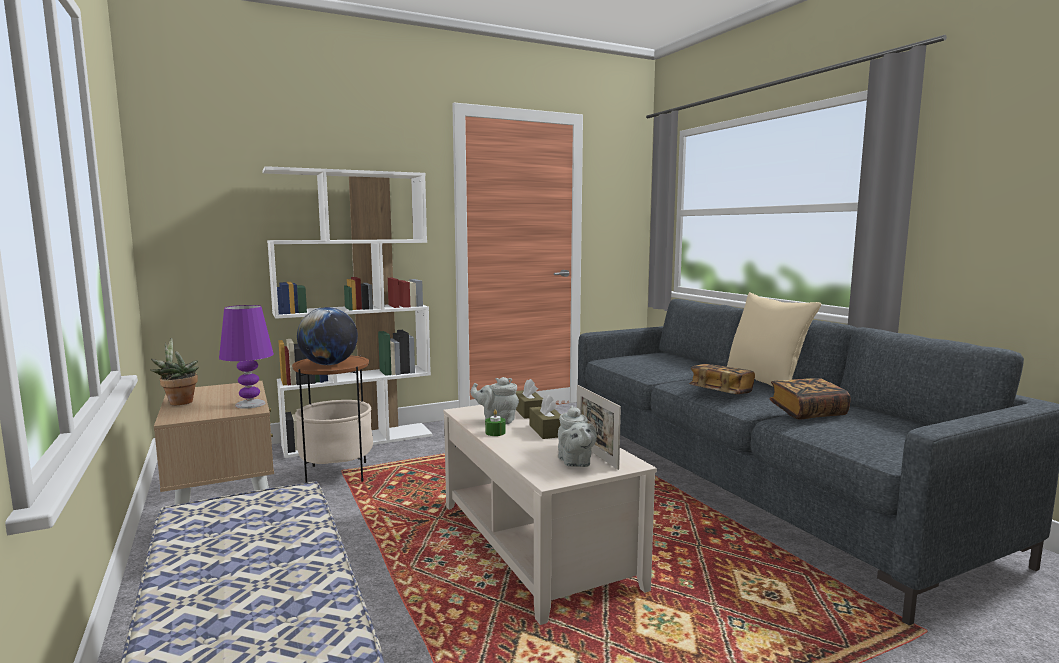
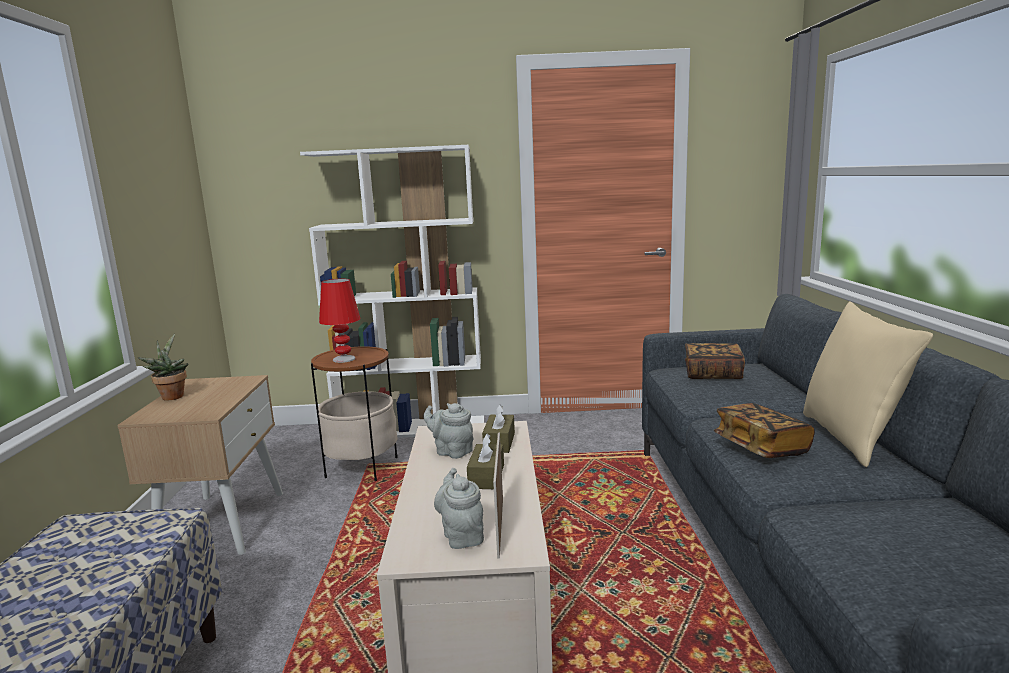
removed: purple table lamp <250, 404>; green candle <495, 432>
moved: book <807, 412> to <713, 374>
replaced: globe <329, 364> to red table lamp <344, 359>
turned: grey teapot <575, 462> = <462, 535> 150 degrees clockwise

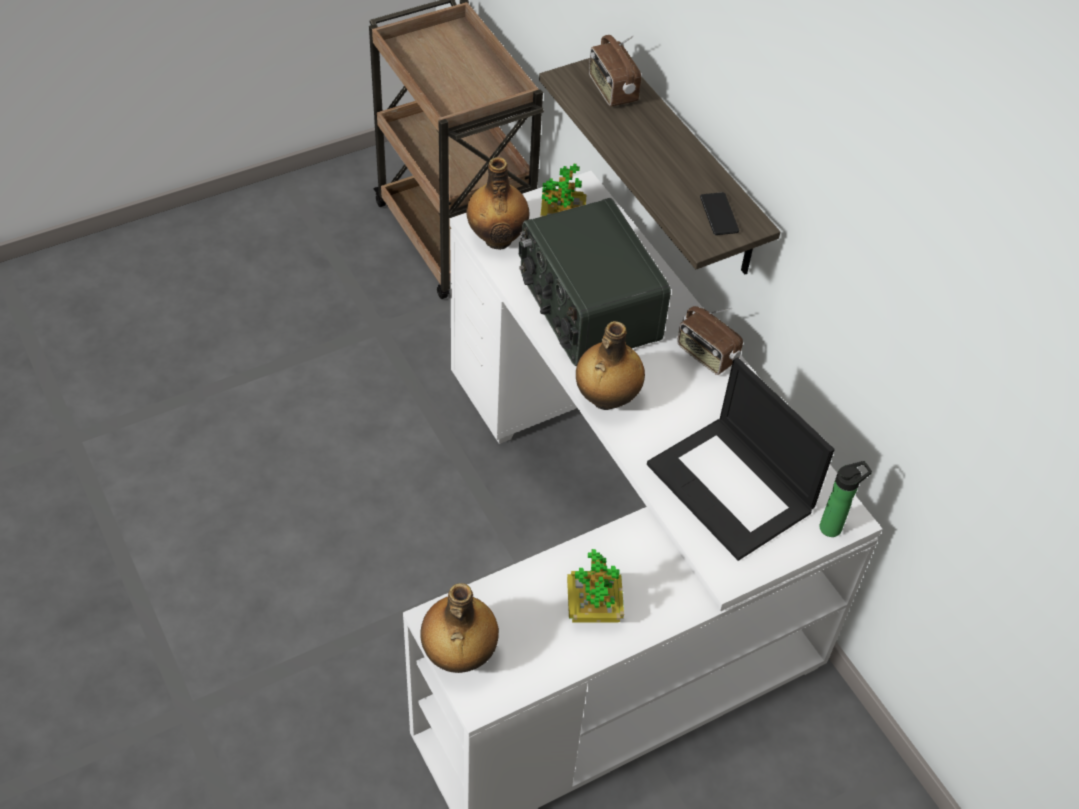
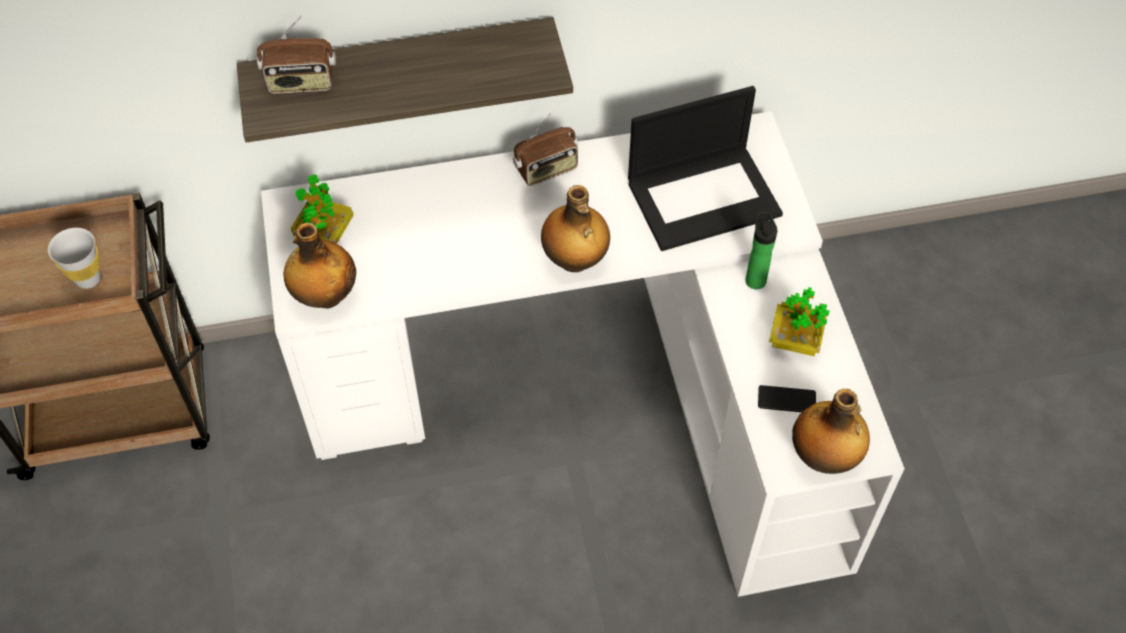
removed: radio <587, 308>
added: white cup <88, 279>
moved: bottle <833, 527> to <755, 278>; phone <719, 214> to <786, 400>

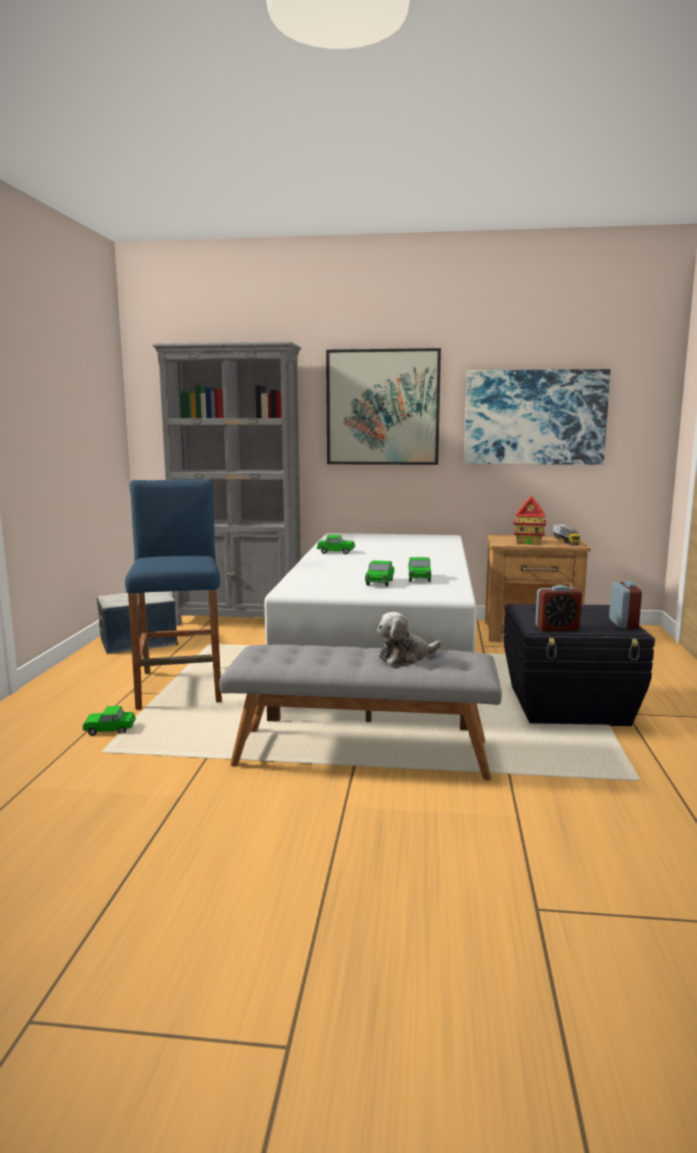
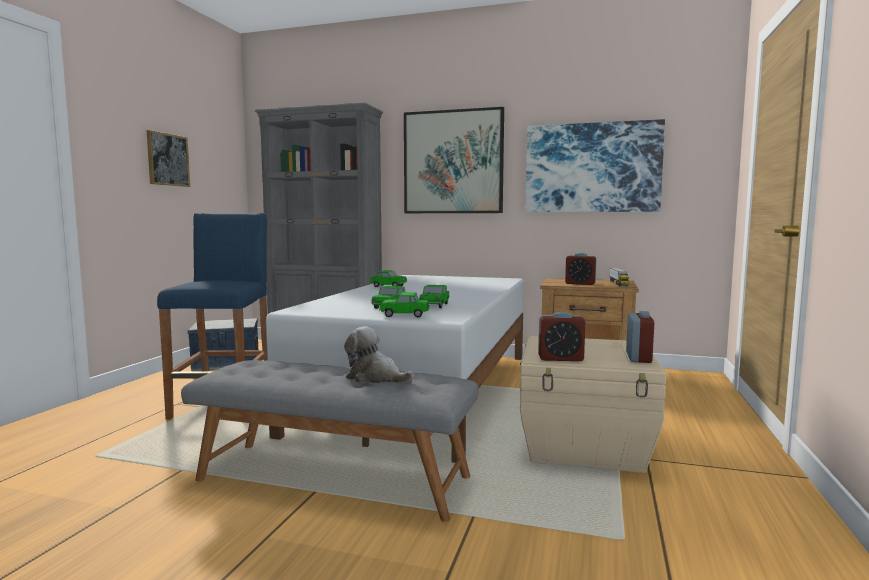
added: picture <167, 160>
moved: toy car <110, 730> to <405, 315>
replaced: toy house <528, 542> to alarm clock <580, 283>
recoloured: black storage box <569, 706> to beige storage box <586, 445>
turned: plush toy <405, 657> = <375, 378> 45 degrees clockwise

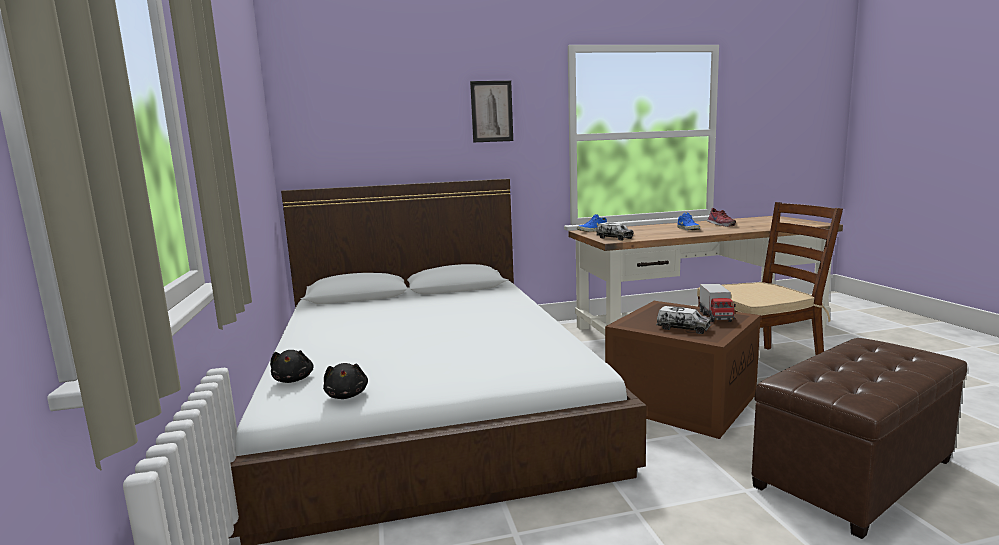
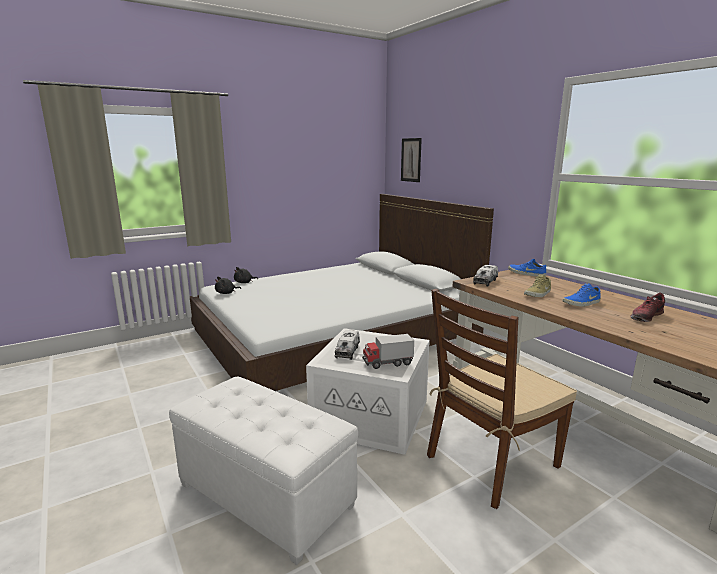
added: beige shoe <538, 294>
moved: picture <491, 111> to <411, 160>
recoloured: brown ottoman <855, 474> to white ottoman <265, 496>; brown storage box <680, 399> to white storage box <373, 415>
turned: brown chair <759, 364> = <491, 461> 90 degrees clockwise

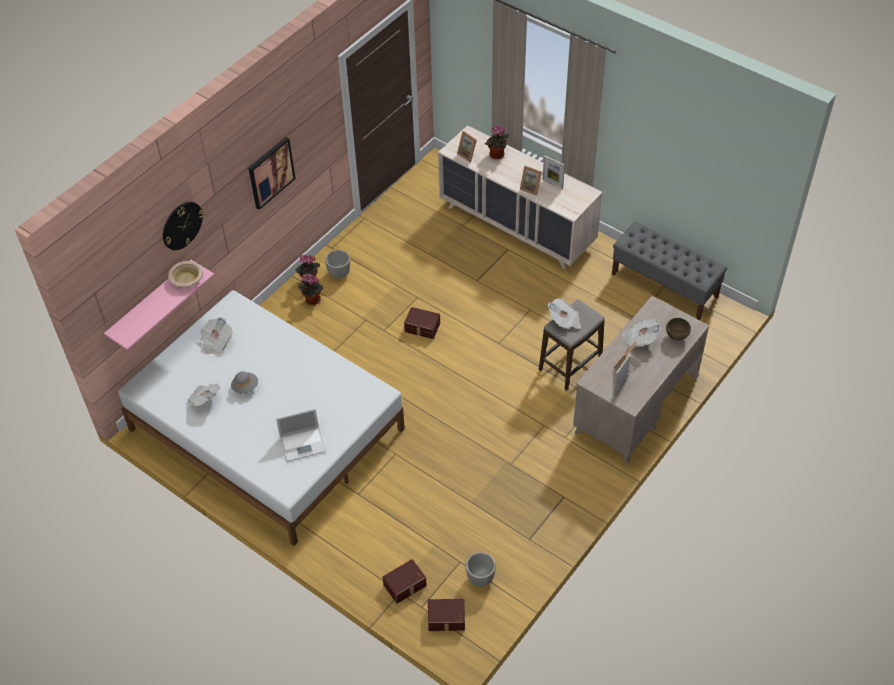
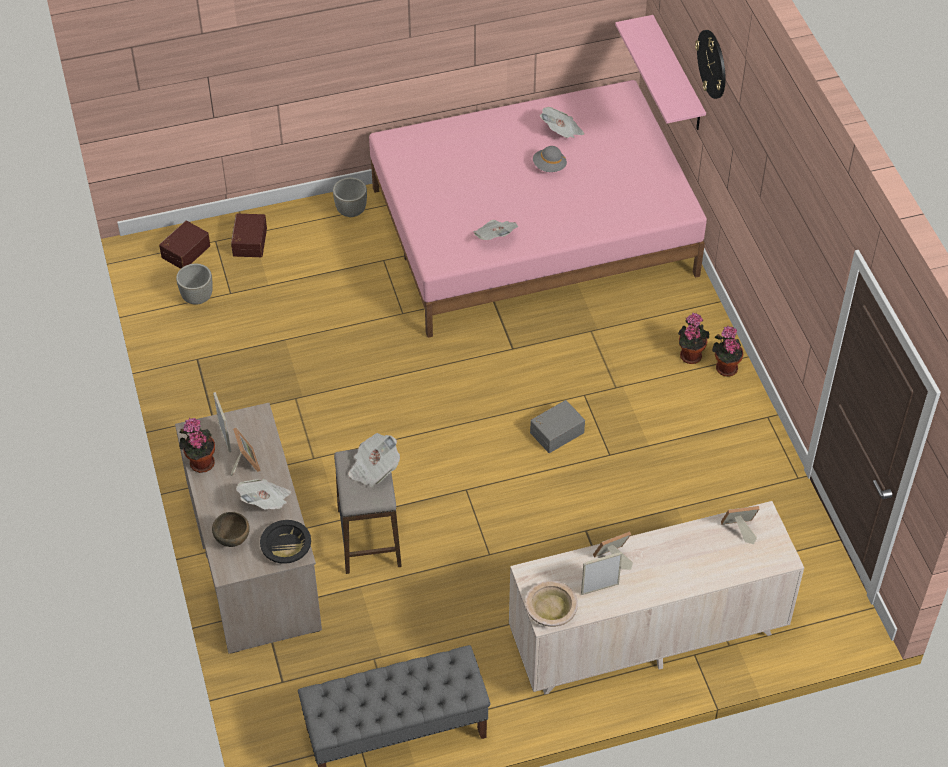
removed: picture <271, 172>; laptop <303, 443>
added: black bowl <286, 547>
moved: potted plant <496, 155> to <200, 462>; grey planter <339, 274> to <351, 211>; newspaper <216, 343> to <495, 237>; beige bowl <187, 278> to <551, 609>
recoloured: white bed <267, 429> to pink bed <533, 231>; brown storage box <422, 328> to grey storage box <556, 431>

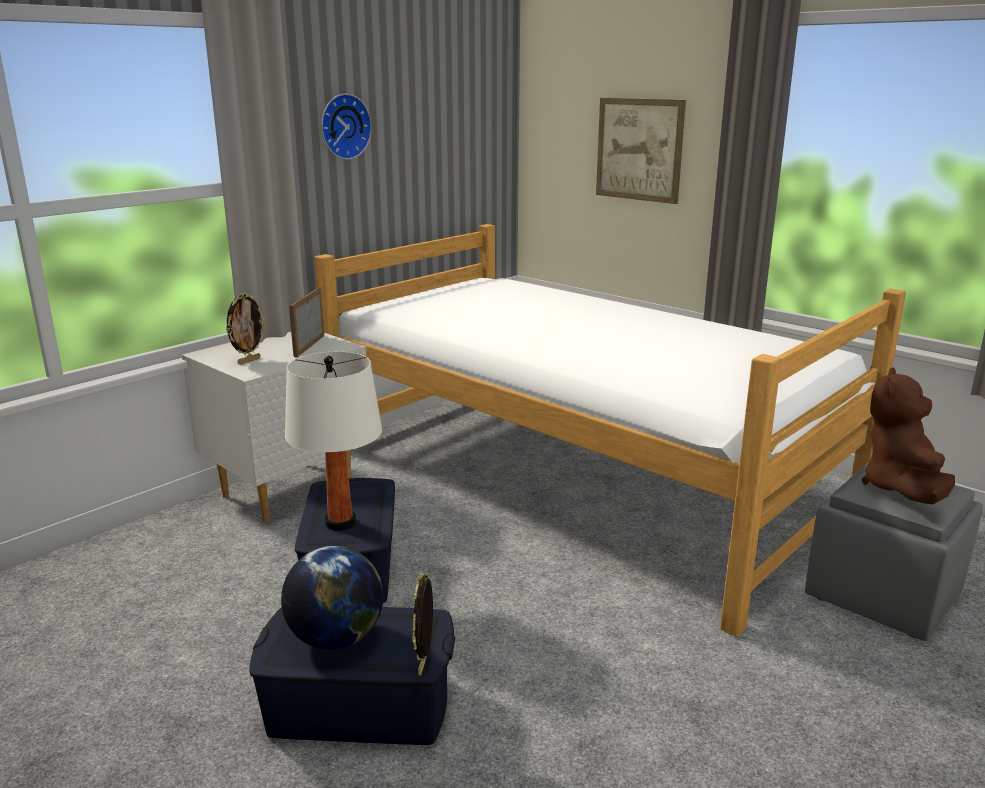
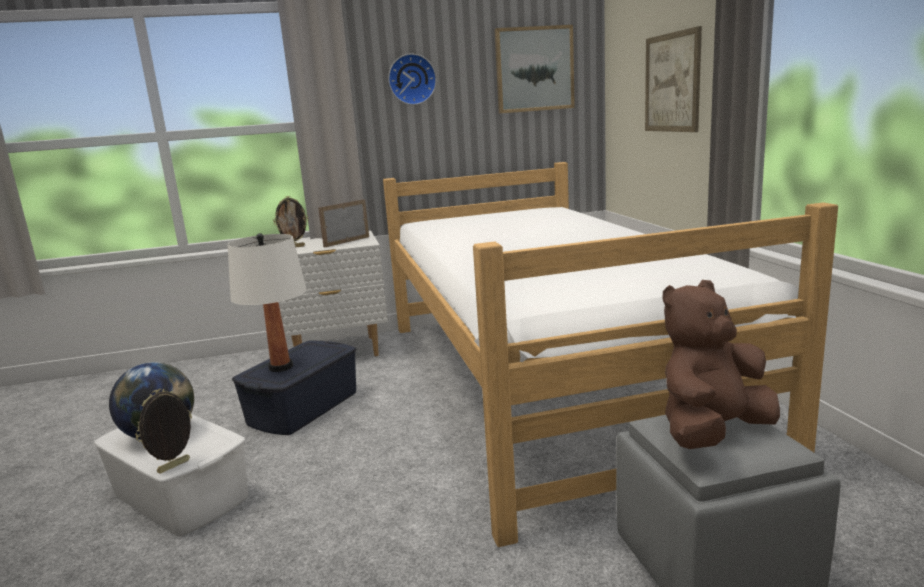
added: picture <534, 69>
recoloured: blue storage box <359, 707> to white storage box <180, 496>

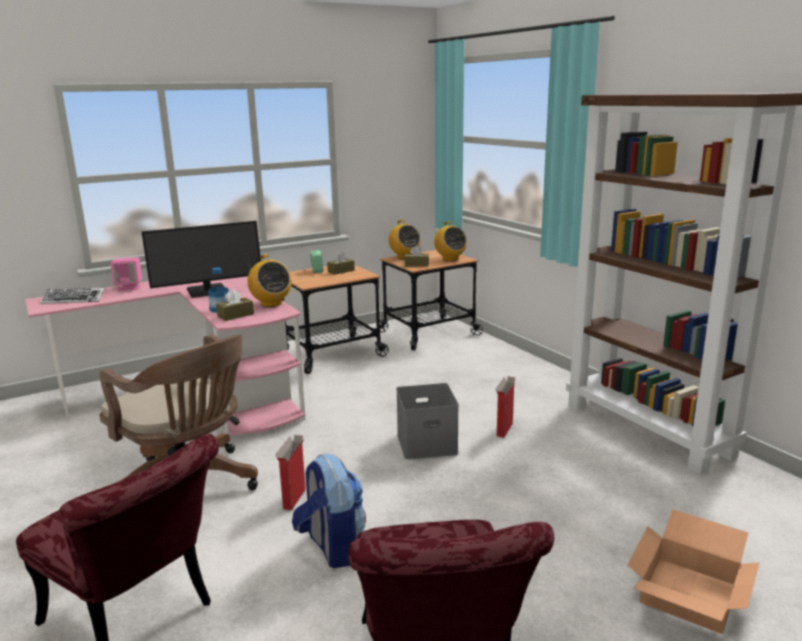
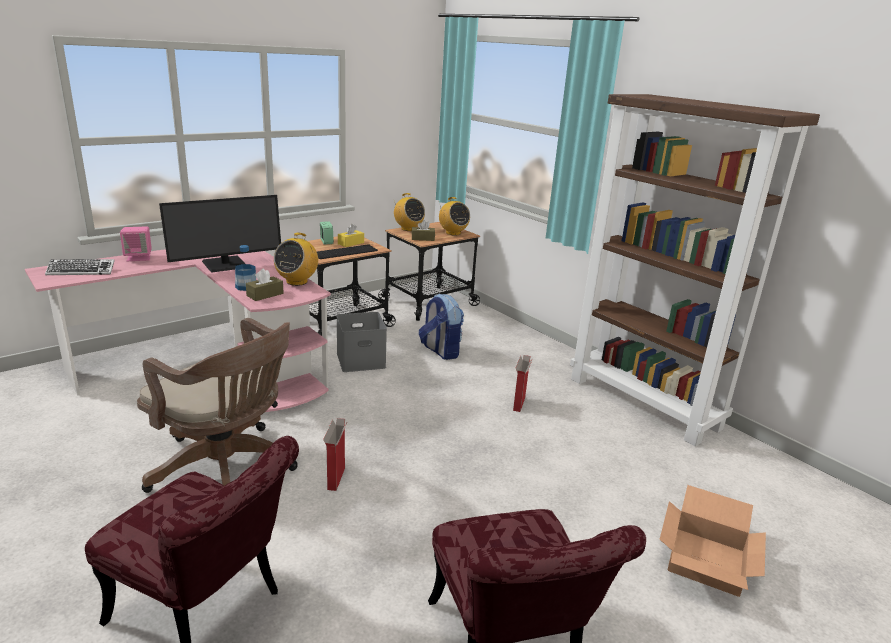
added: keyboard <345, 251>
moved: grey storage box <427, 443> to <361, 360>; backpack <331, 547> to <440, 351>
recoloured: brown tissue box <341, 271> to yellow tissue box <351, 243>
turned: radio <271, 303> = <297, 281> 60 degrees clockwise

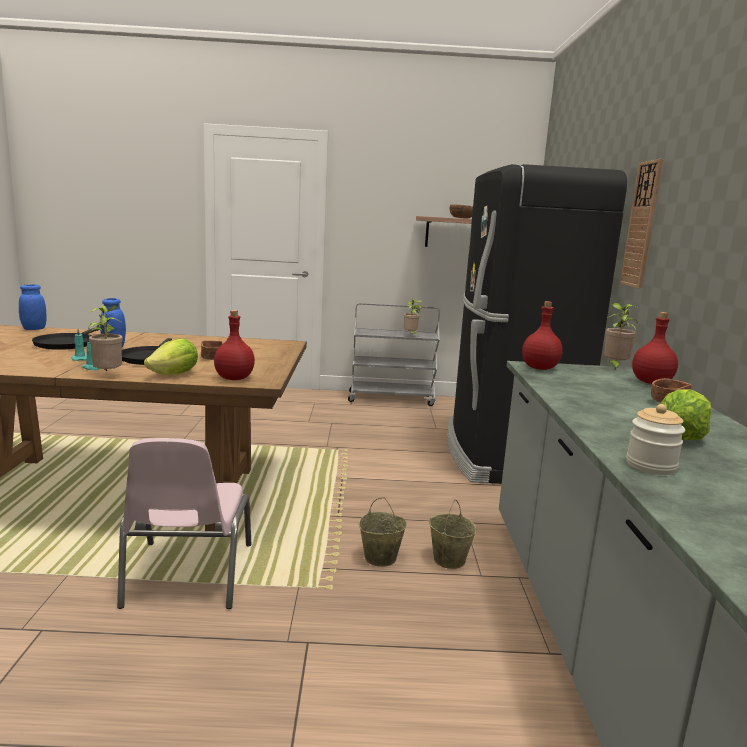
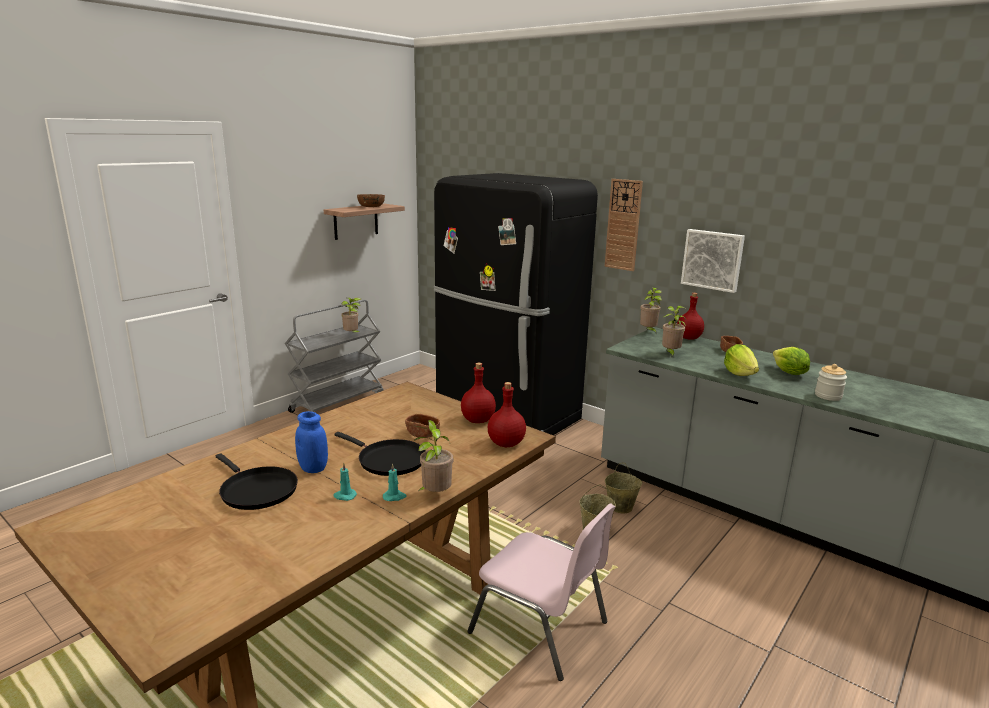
removed: blue jar <34, 329>
added: potted plant <670, 354>; picture <712, 259>
moved: red bottle <539, 368> to <477, 420>; lettuce <174, 375> to <739, 373>

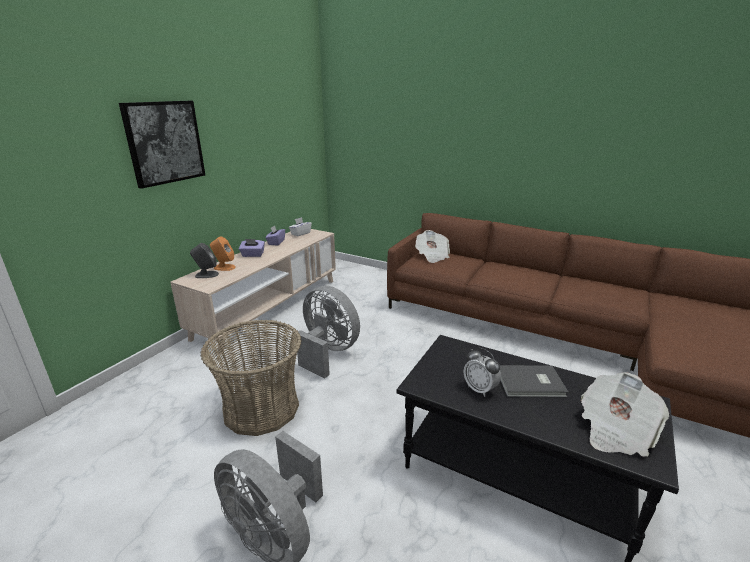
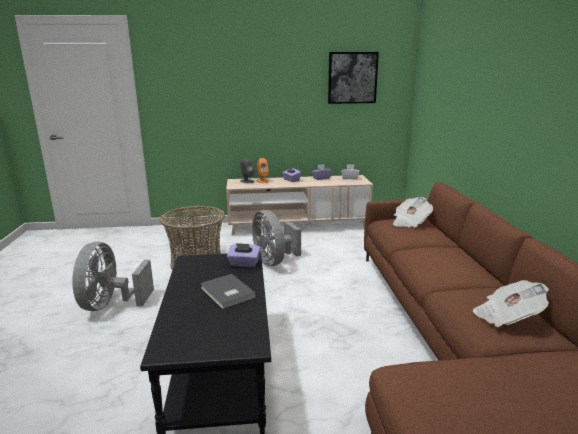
removed: alarm clock <480, 389>
added: purple tissue box <244, 264>
moved: picture <164, 142> to <352, 78>; newspaper <615, 430> to <507, 317>
turned: grey fan <327, 352> = <274, 261> 150 degrees clockwise

